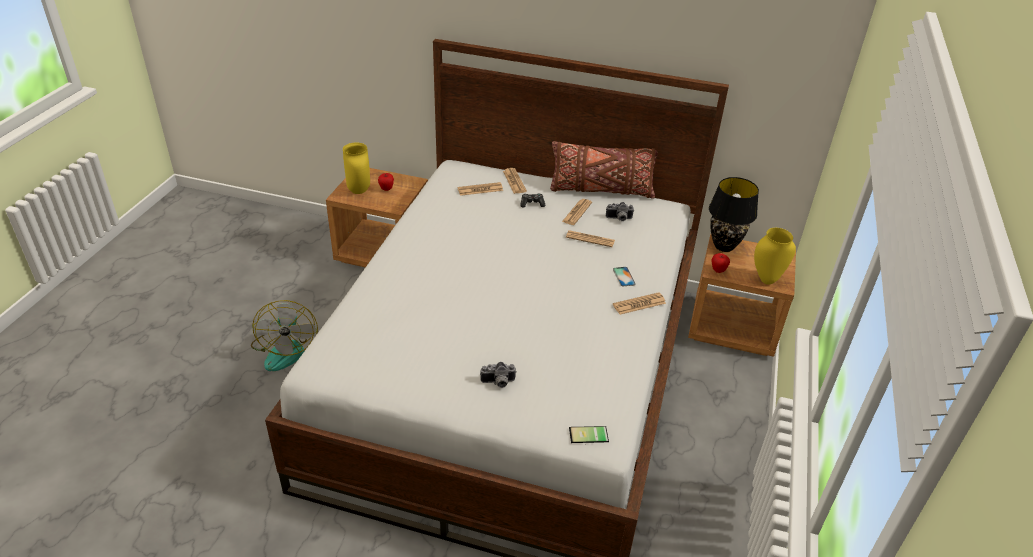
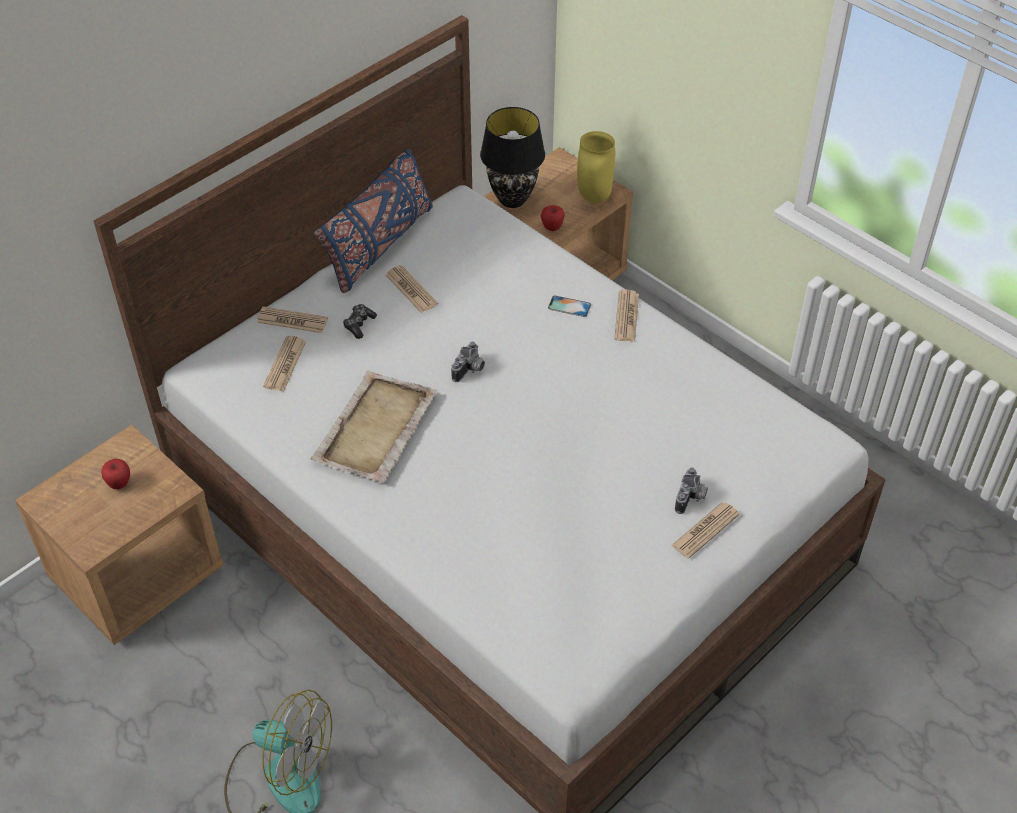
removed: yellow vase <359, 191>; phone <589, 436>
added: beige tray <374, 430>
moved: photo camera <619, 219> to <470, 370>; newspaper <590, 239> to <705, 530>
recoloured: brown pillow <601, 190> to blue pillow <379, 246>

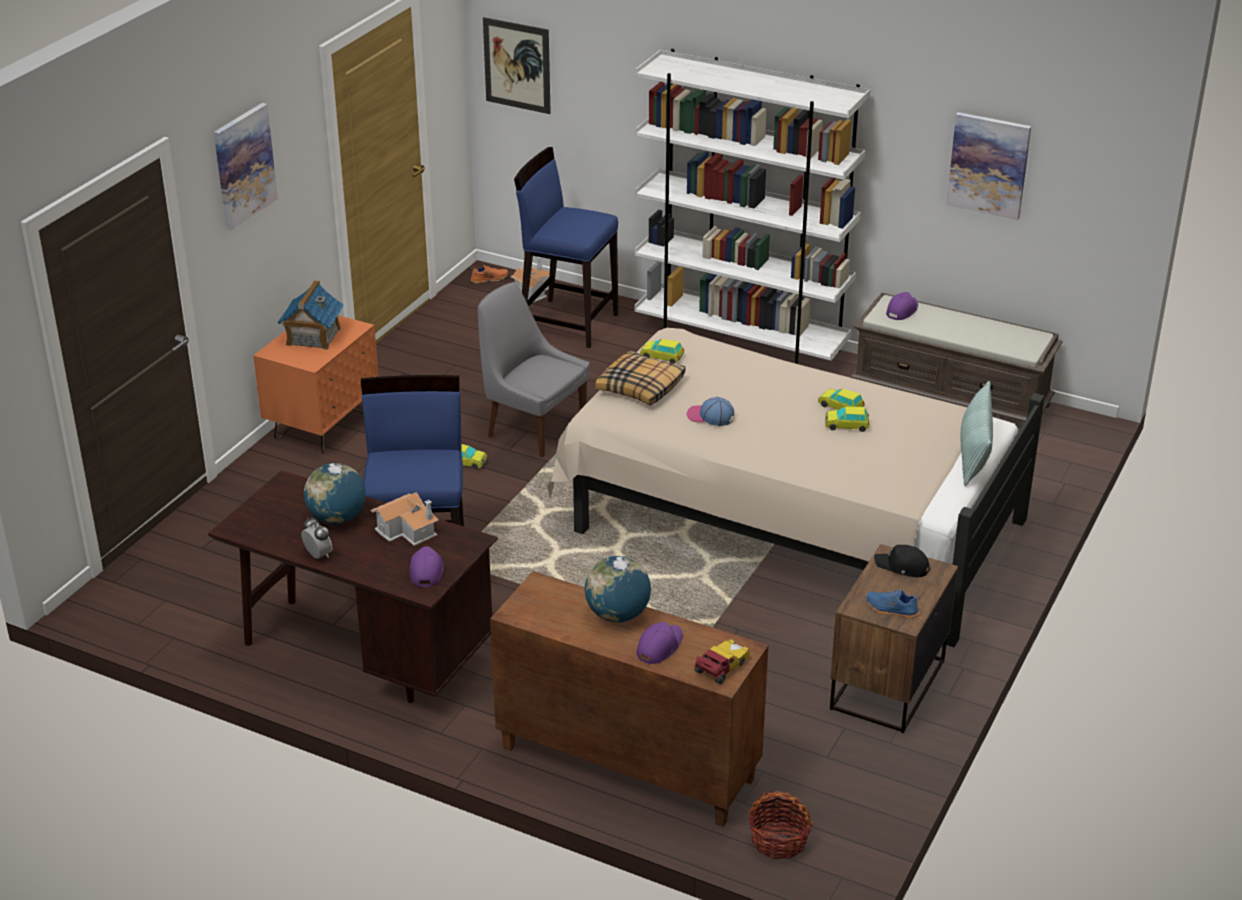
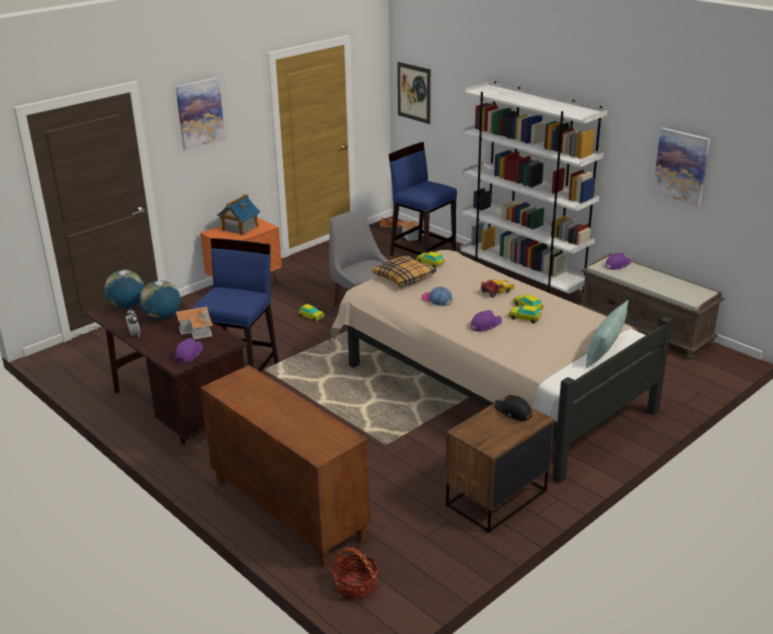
removed: blue shoe <891, 610>
moved: globe <617, 615> to <127, 306>; purple cap <659, 647> to <485, 325>; toy car <721, 668> to <496, 292>

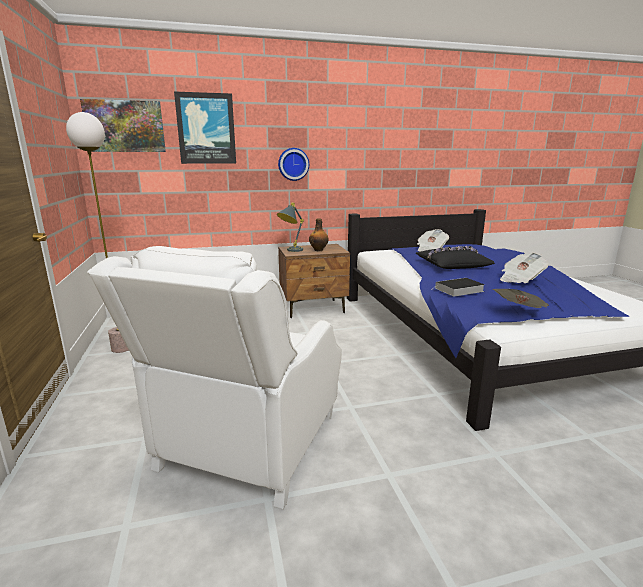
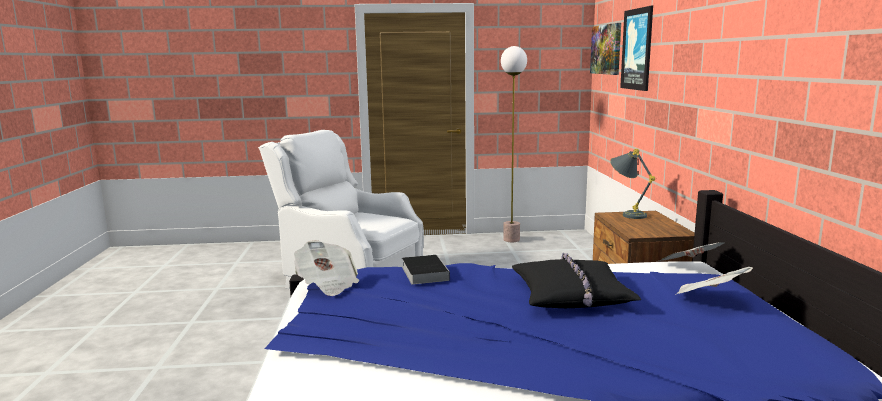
removed: wall clock <293, 164>; bottle <319, 250>
moved: newspaper <520, 279> to <689, 267>

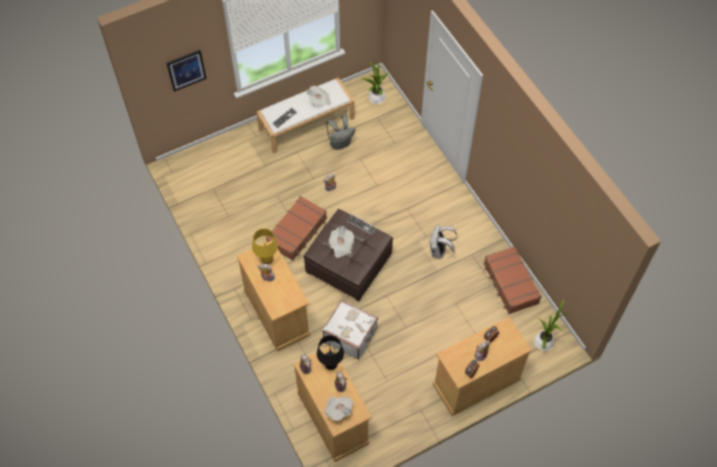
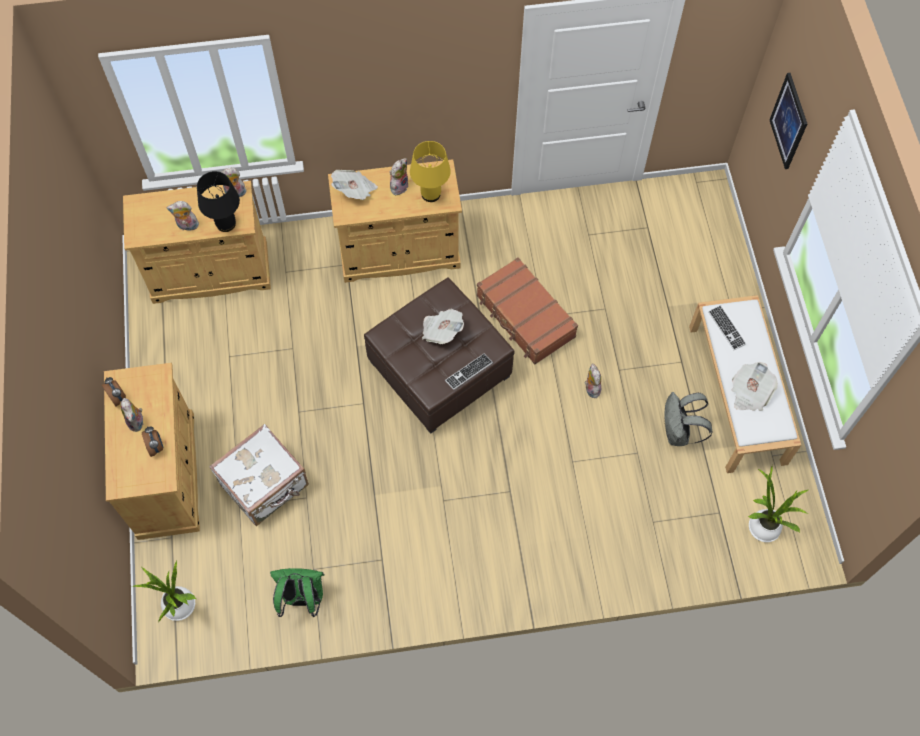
removed: white backpack <439, 251>
moved: white suitcase <350, 335> to <265, 485>; newspaper <338, 409> to <355, 191>
replaced: brown suitcase <510, 284> to green backpack <302, 598>

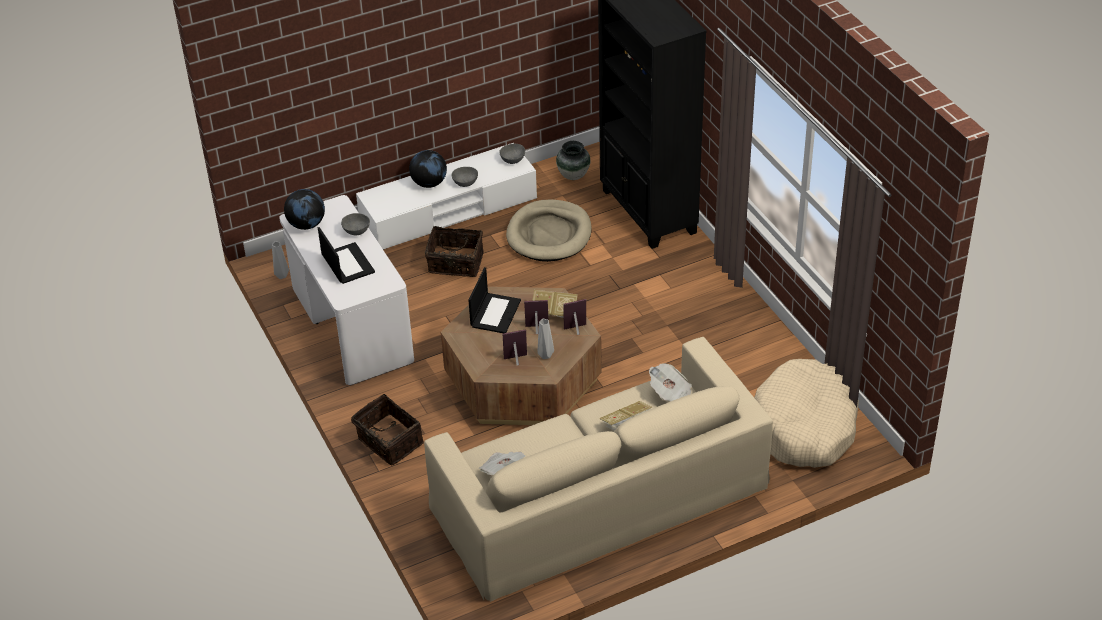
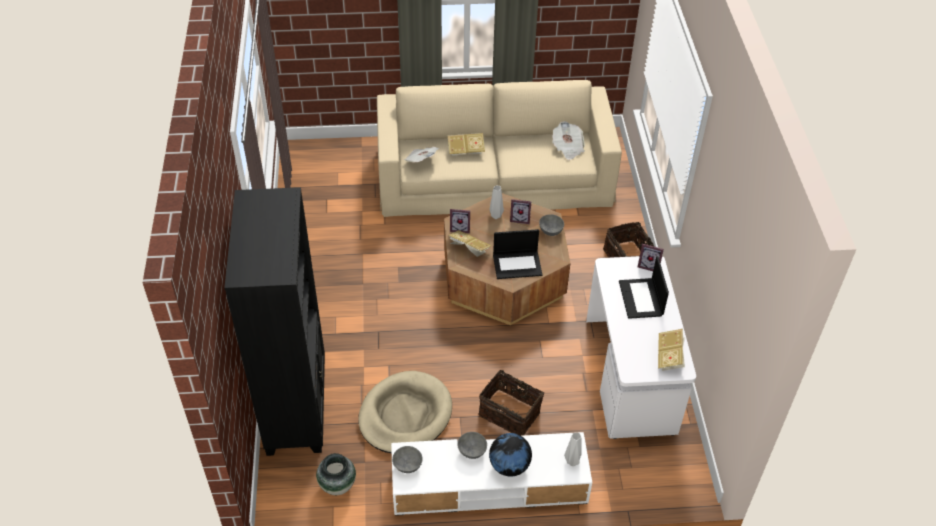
removed: beige dog bed <805, 426>
moved: grey bowl <357, 232> to <550, 231>; grey vase <282, 275> to <571, 462>; picture frame <537, 329> to <649, 265>
replaced: globe <306, 224> to book <670, 356>
turned: laptop <495, 313> = <517, 264> 135 degrees counterclockwise

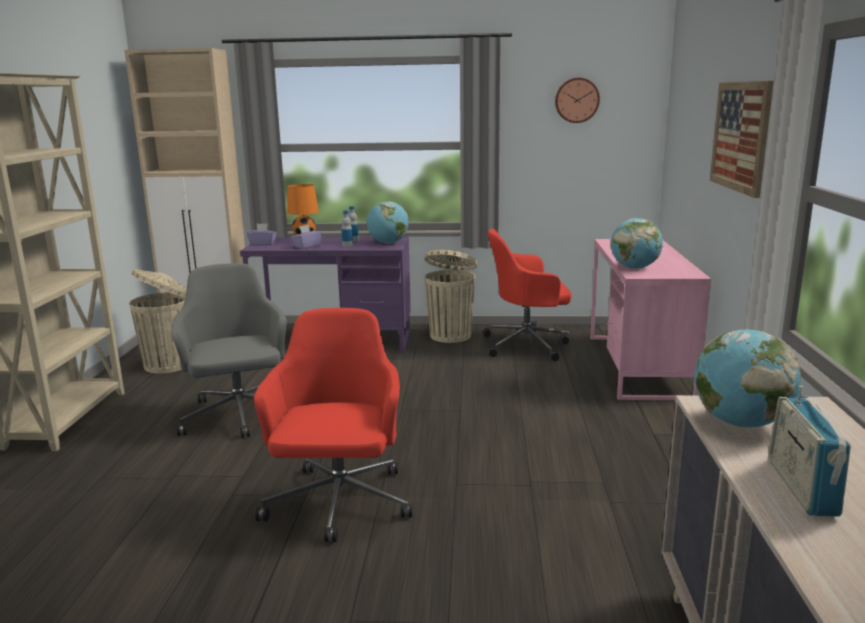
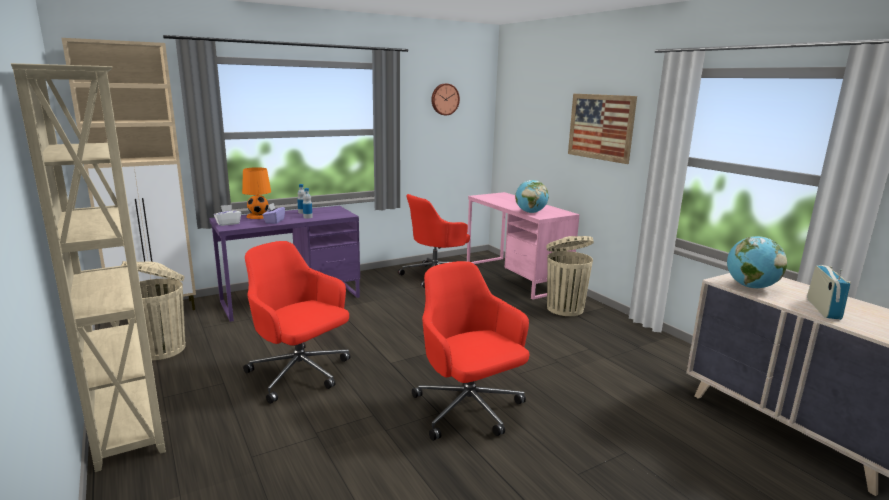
removed: globe <388, 243>
moved: beige trash can <451, 335> to <564, 308>
recoloured: purple tissue box <263, 244> to white tissue box <228, 223>; grey office chair <239, 416> to red office chair <300, 374>
turned: radio <801, 487> = <823, 309> 135 degrees counterclockwise

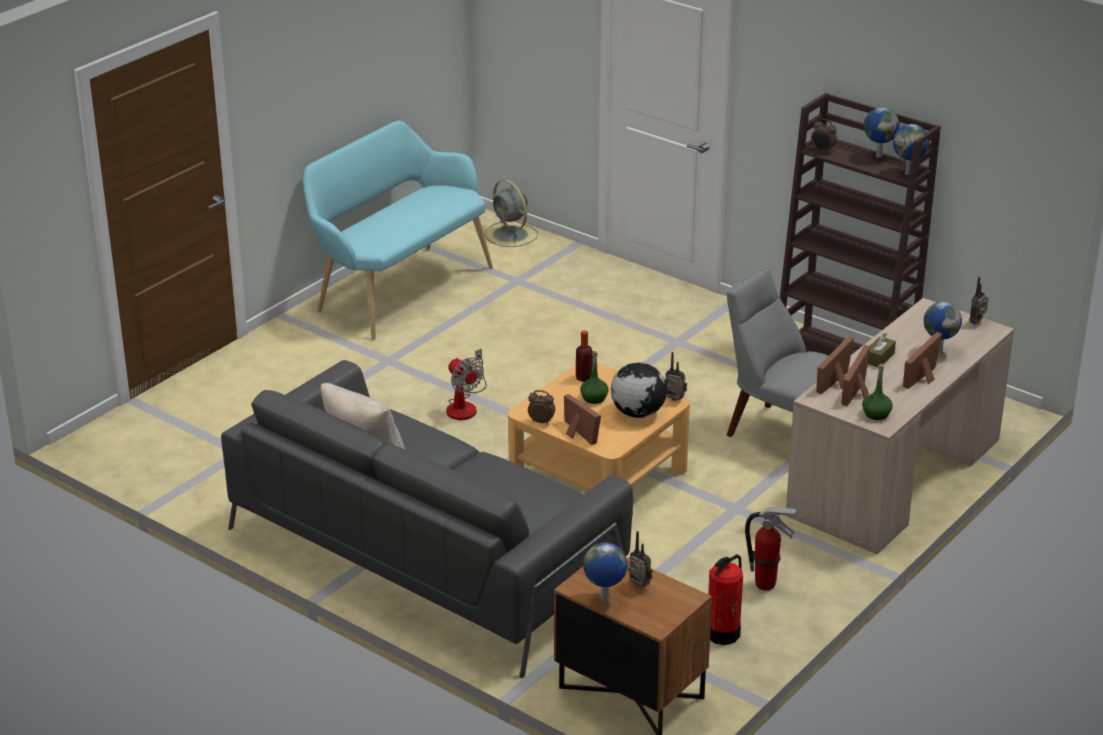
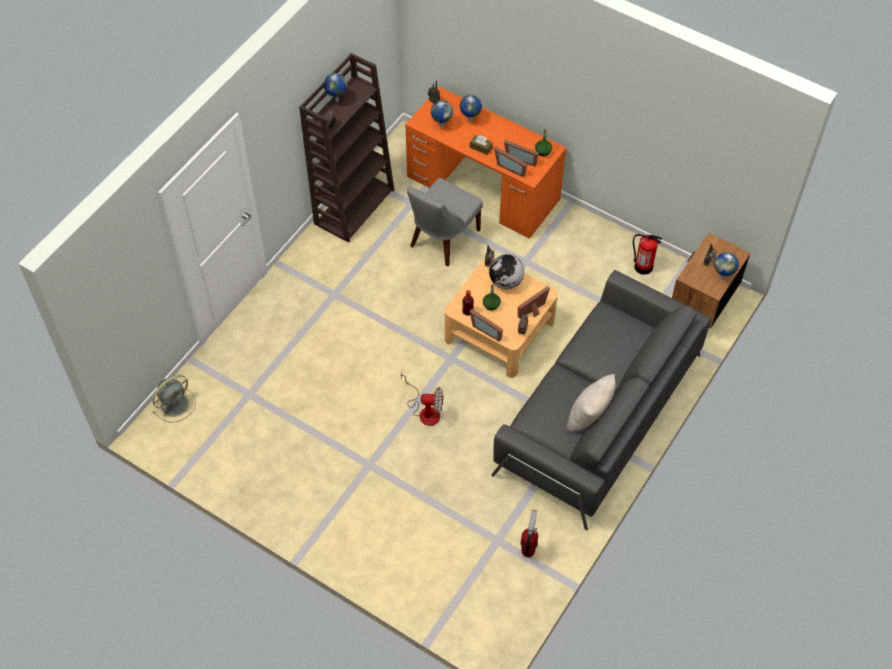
removed: turquoise bench <398, 288>
moved: globe <908, 173> to <441, 126>; picture frame <925, 378> to <487, 329>; fire extinguisher <766, 585> to <528, 551>
recoloured: beige desk <893, 477> to orange desk <483, 188>
turned: fan <465, 405> = <425, 410> 45 degrees clockwise

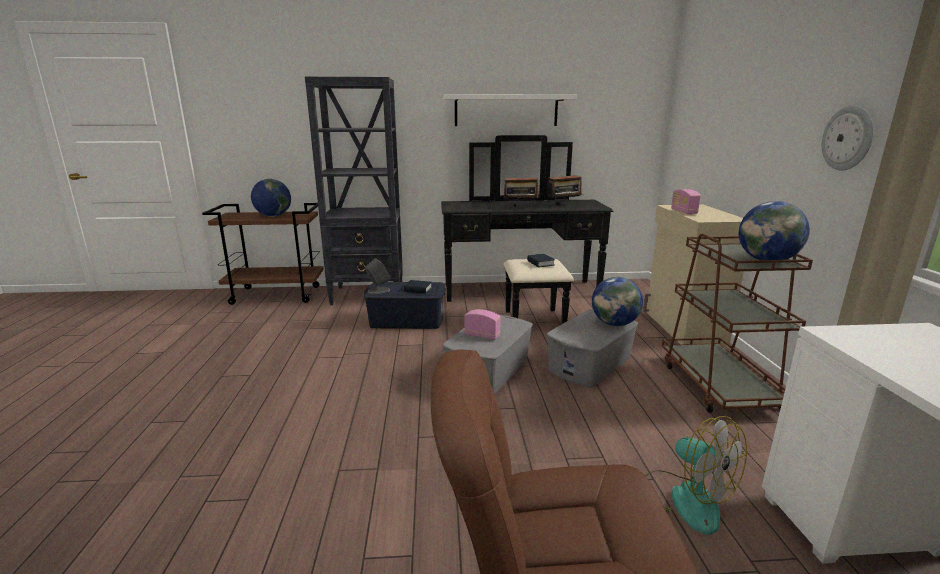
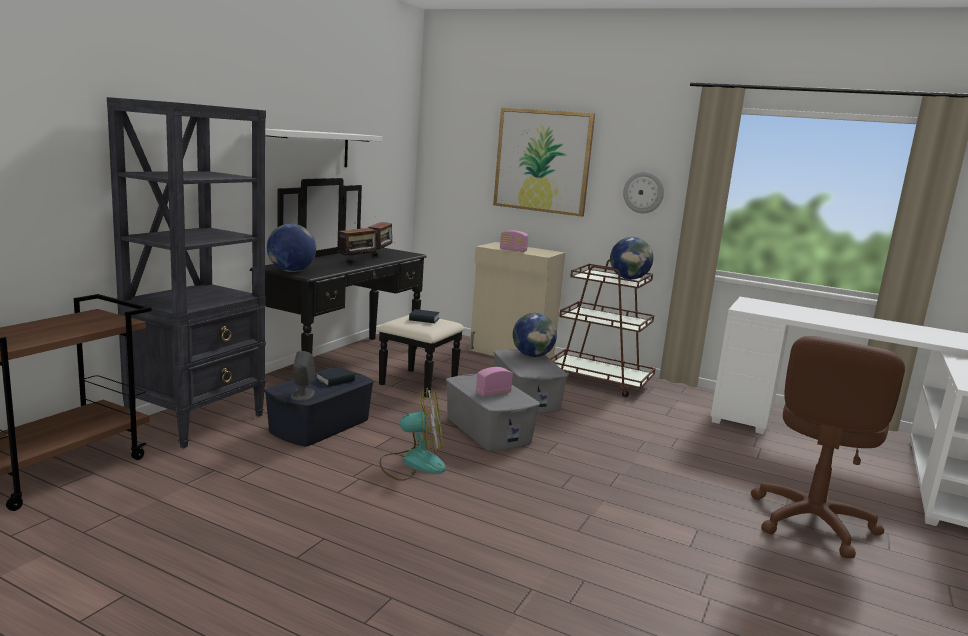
added: picture <542, 161>
moved: globe <273, 216> to <291, 271>; fan <682, 499> to <413, 463>

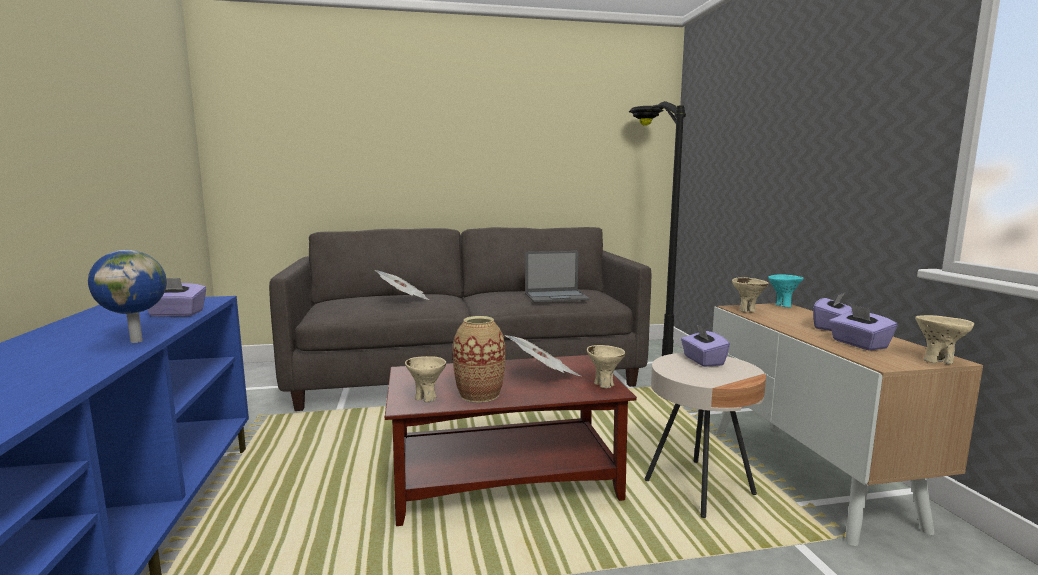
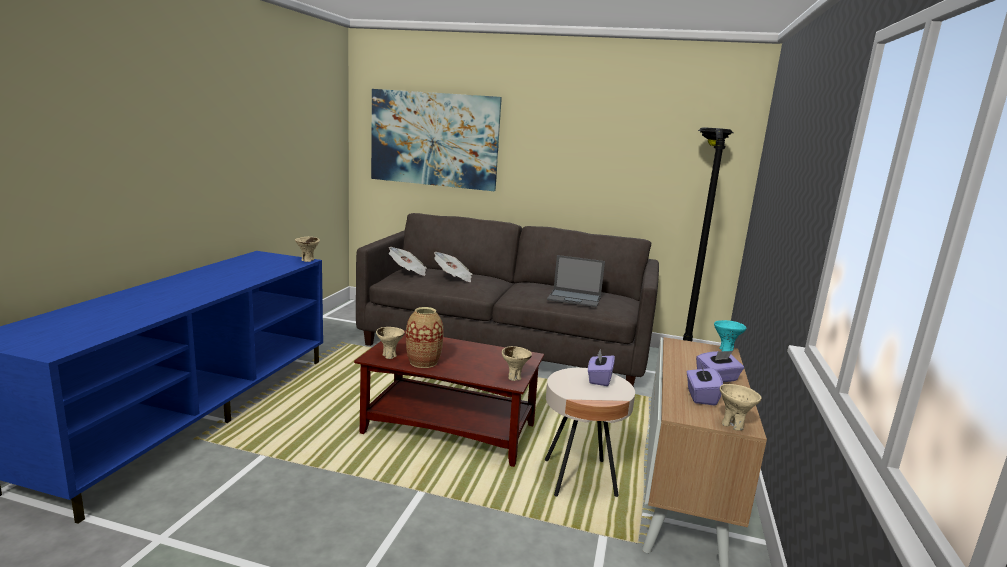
removed: globe <137, 341>; purple tissue box <176, 314>
added: picture <434, 139>
moved: beige bowl <747, 310> to <308, 260>; newspaper <543, 375> to <408, 272>

